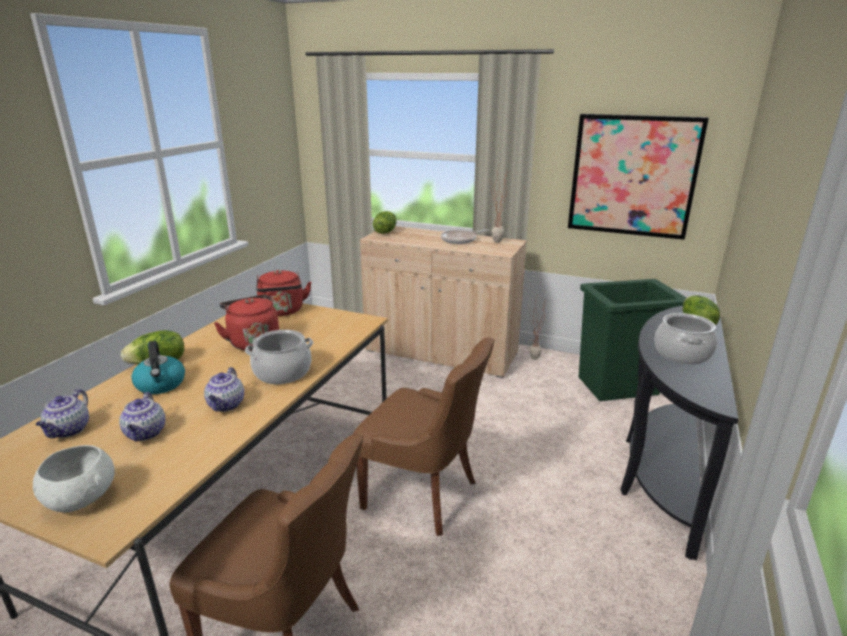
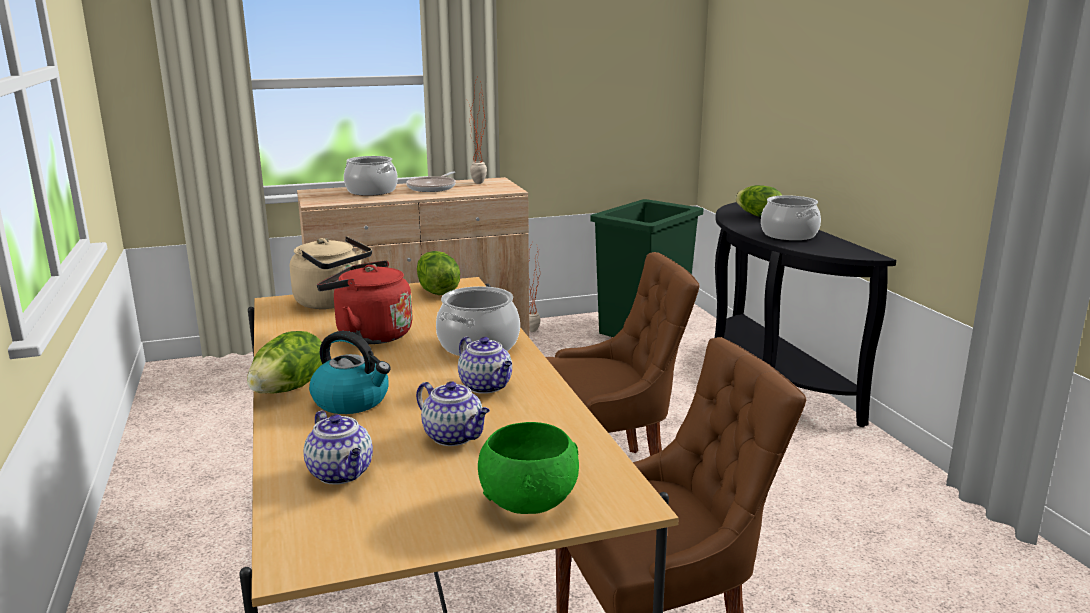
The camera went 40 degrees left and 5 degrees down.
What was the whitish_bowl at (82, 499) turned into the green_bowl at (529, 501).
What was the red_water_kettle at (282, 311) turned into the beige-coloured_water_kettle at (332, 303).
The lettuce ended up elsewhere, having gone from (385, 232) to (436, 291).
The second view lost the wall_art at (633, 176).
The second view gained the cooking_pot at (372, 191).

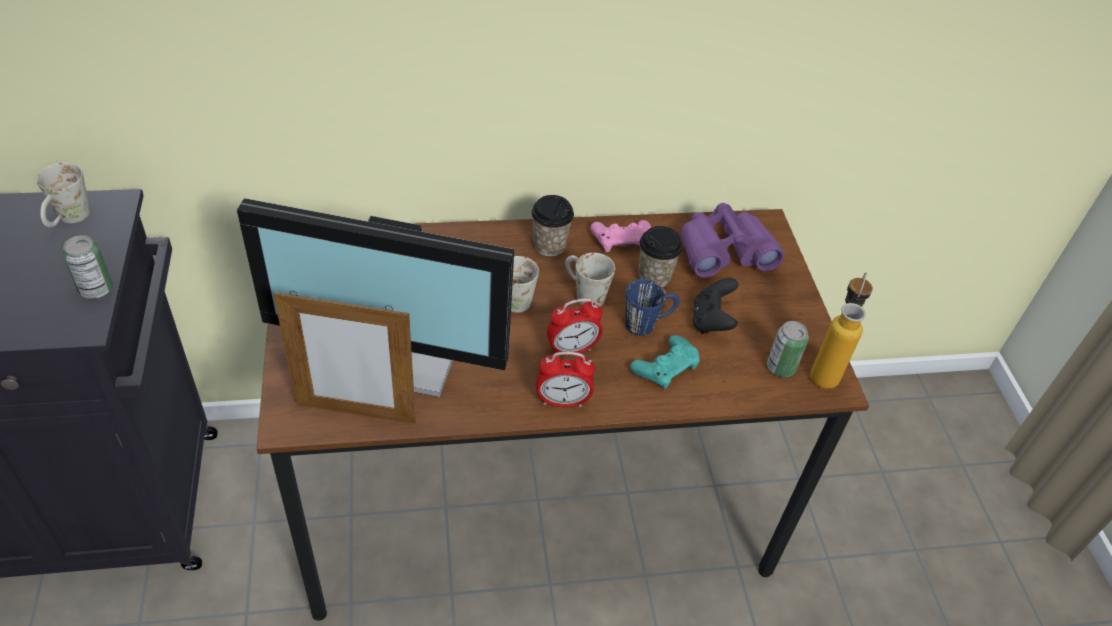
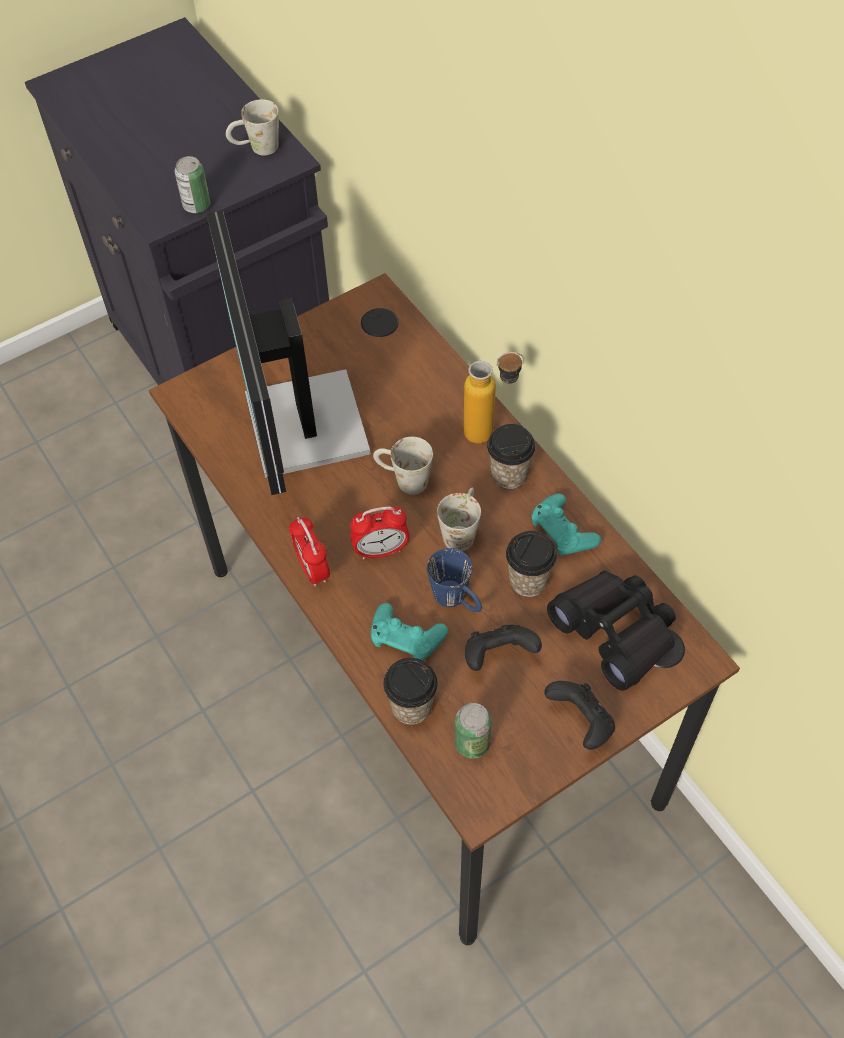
The camera went 70 degrees right and 10 degrees up.
The second view lost the photo_frame at (356, 413).
The table_clock at (572, 349) ended up facing another way, 60 degrees counterclockwise from before.
What was the pink-coloured_joypad at (621, 240) turned into the blue-green_joypad at (563, 531).
What was the purplish_binoculars at (724, 251) turned into the black-coloured_binoculars at (615, 632).
The drink_bottle ended up elsewhere, having gone from (826, 369) to (490, 432).
The second view gained the cup at (411, 706).
The second view gained the black-coloured_joypad at (581, 722).

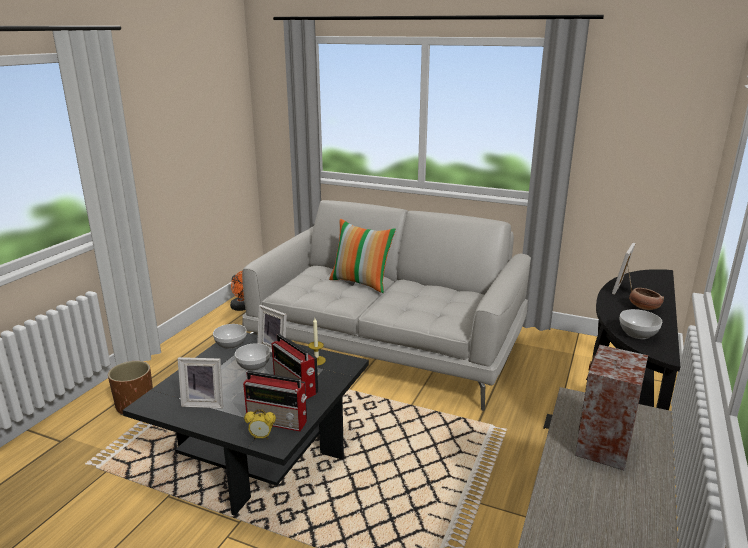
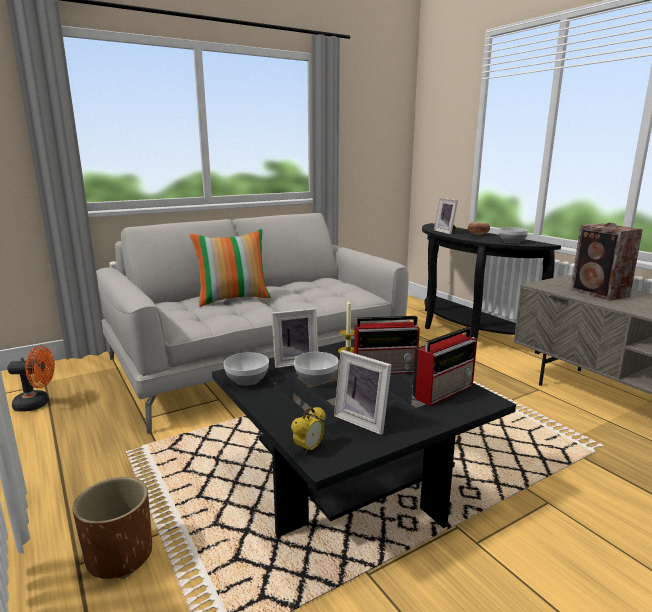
The camera went 55 degrees left and 5 degrees down.
The photo_frame at (204, 402) ended up facing another way, 90 degrees clockwise from before.
The table_clock ended up elsewhere, having gone from (261, 437) to (309, 449).

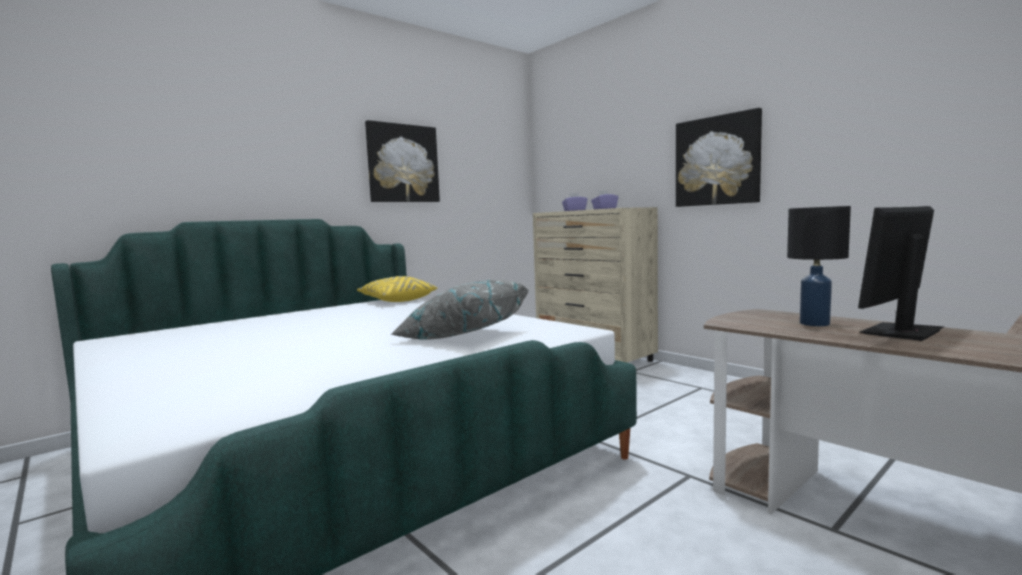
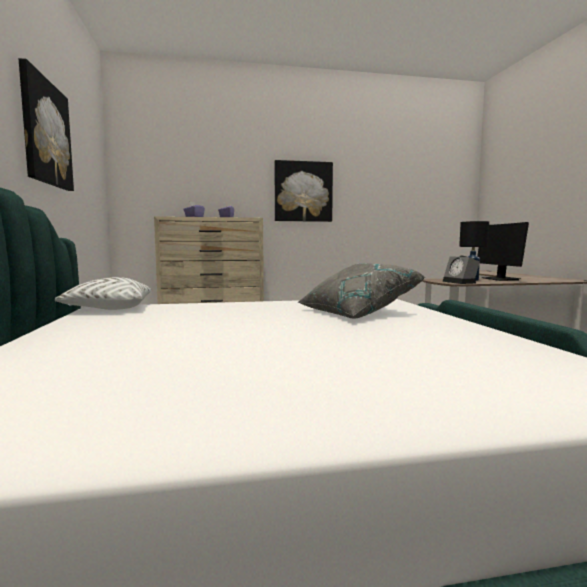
The camera went 60 degrees left and 0 degrees up.
What was the yellow-coloured_cushion at (396, 300) turned into the whitish_cushion at (108, 309).
The second view gained the table_clock at (460, 282).

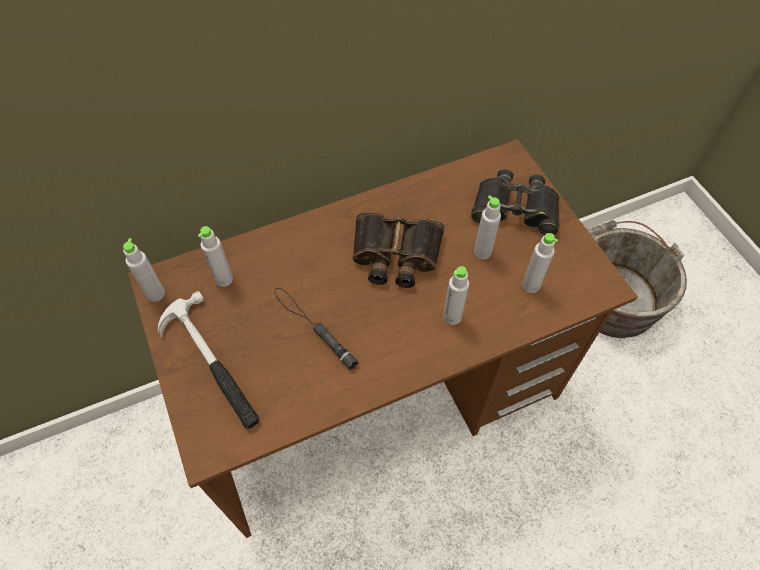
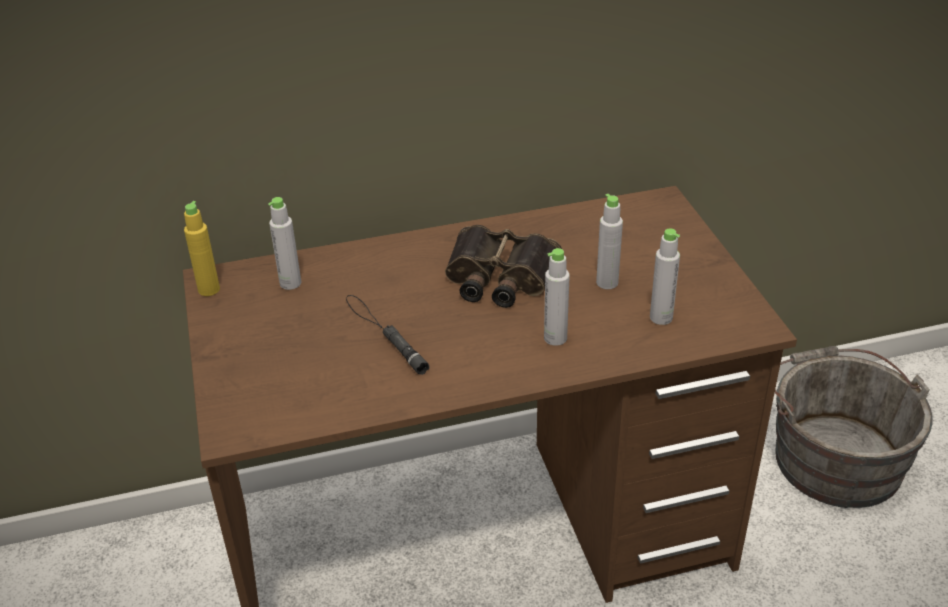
The camera went 10 degrees right and 20 degrees down.
What was the gray_drink_bottle at (155, 294) turned into the yellow-coloured_drink_bottle at (209, 289).
The second view lost the tool_hammer at (212, 364).
The second view lost the black-coloured_binoculars at (515, 209).

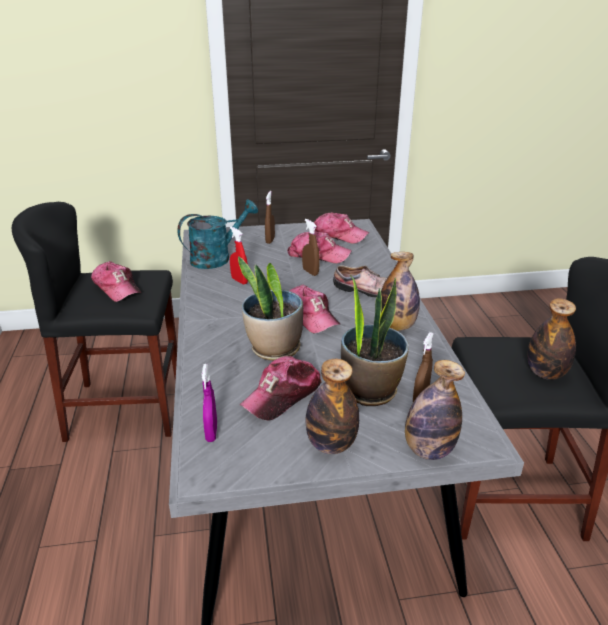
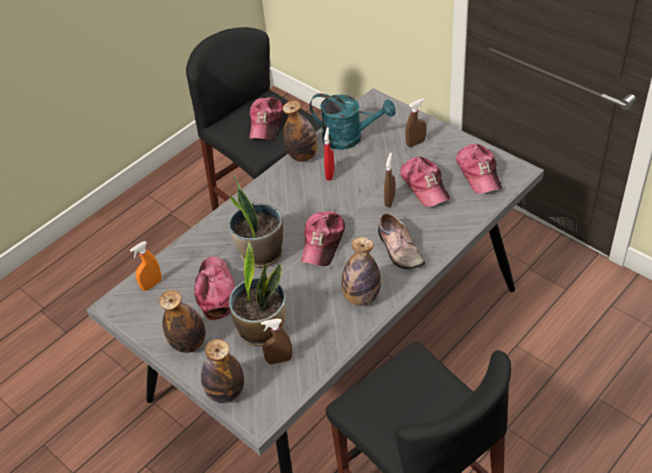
The camera went 55 degrees right and 15 degrees up.
What was the purplish_spray_bottle at (211, 432) turned into the orange-coloured_spray_bottle at (151, 284).
The cap at (283, 395) ended up facing another way, 75 degrees clockwise from before.
The drink_bottle ended up elsewhere, having gone from (545, 373) to (302, 156).

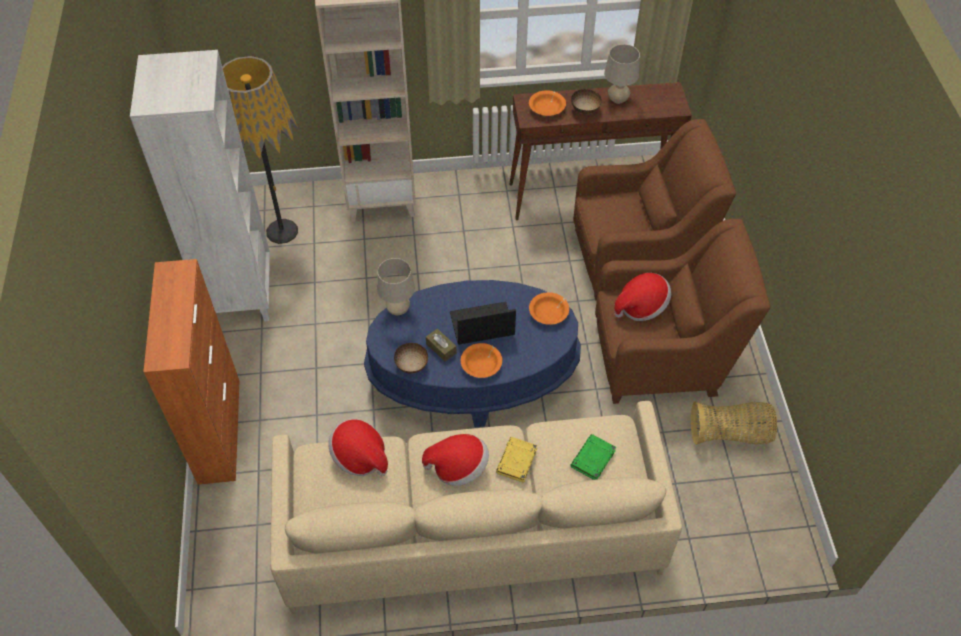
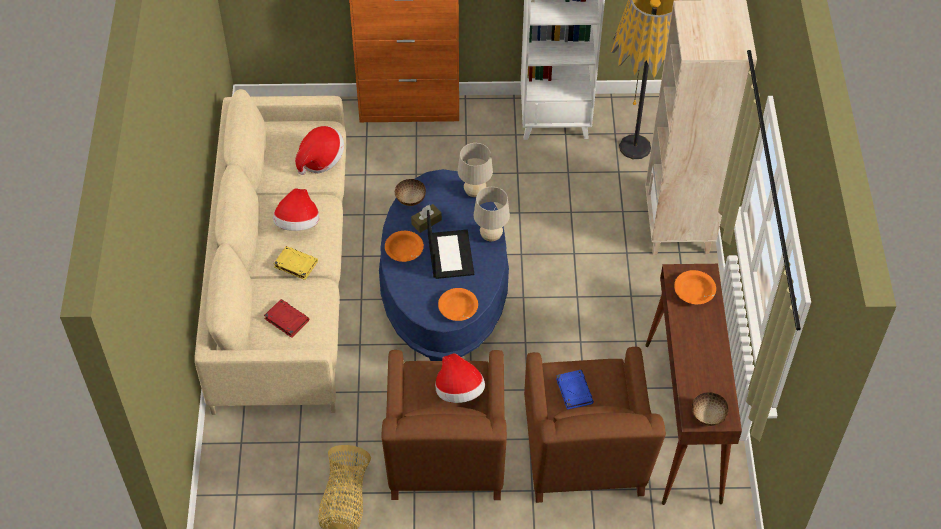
The camera went 95 degrees right and 0 degrees up.
The bowl ended up elsewhere, having gone from (585, 110) to (707, 416).
What was the green_book at (593, 459) turned into the red_book at (286, 320).
The beige-coloured_lamp_for_a_table ended up elsewhere, having gone from (618, 99) to (491, 236).
The second view gained the blue_book at (574, 391).

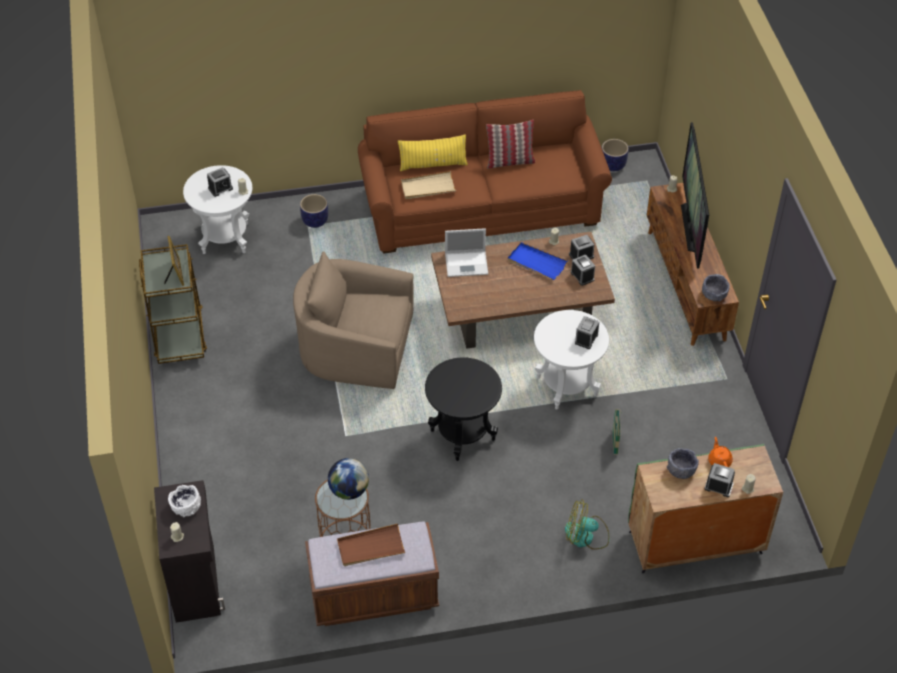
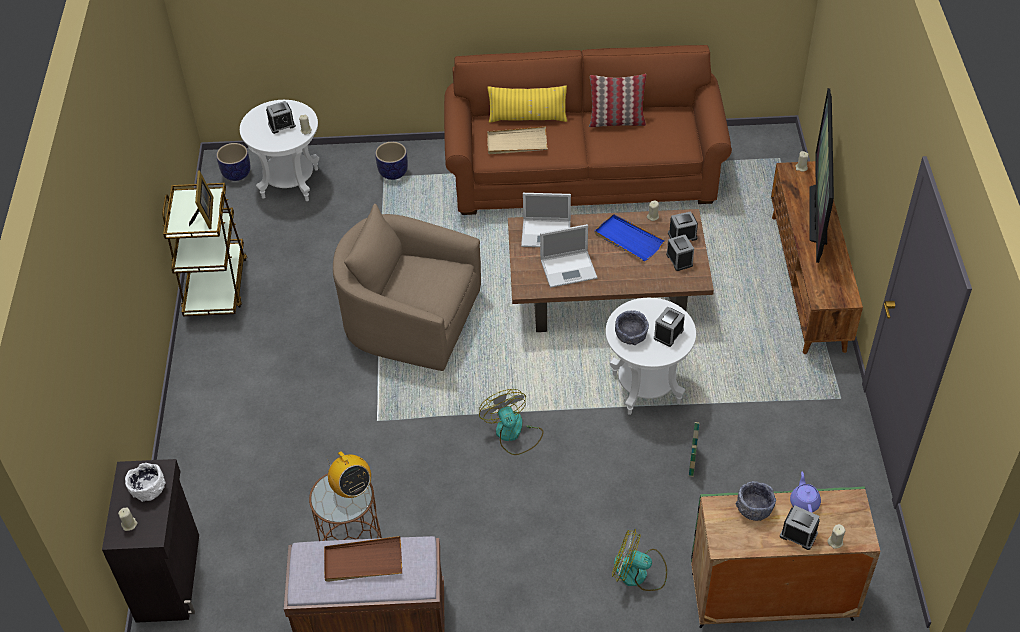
The camera went 10 degrees right and 0 degrees up.
Where the desk_globe stood at (349, 490), the radio came to stand at (351, 489).
Where the black-coloured_side_table stood at (462, 435), the fan came to stand at (513, 434).
The plant_pot ended up elsewhere, having gone from (613, 165) to (237, 173).
The gray_bowl ended up elsewhere, having gone from (714, 294) to (631, 335).
What was the orange-coloured_tea_pot at (719, 461) turned into the purplish_tea_pot at (804, 502).
The second view gained the laptop at (569, 269).

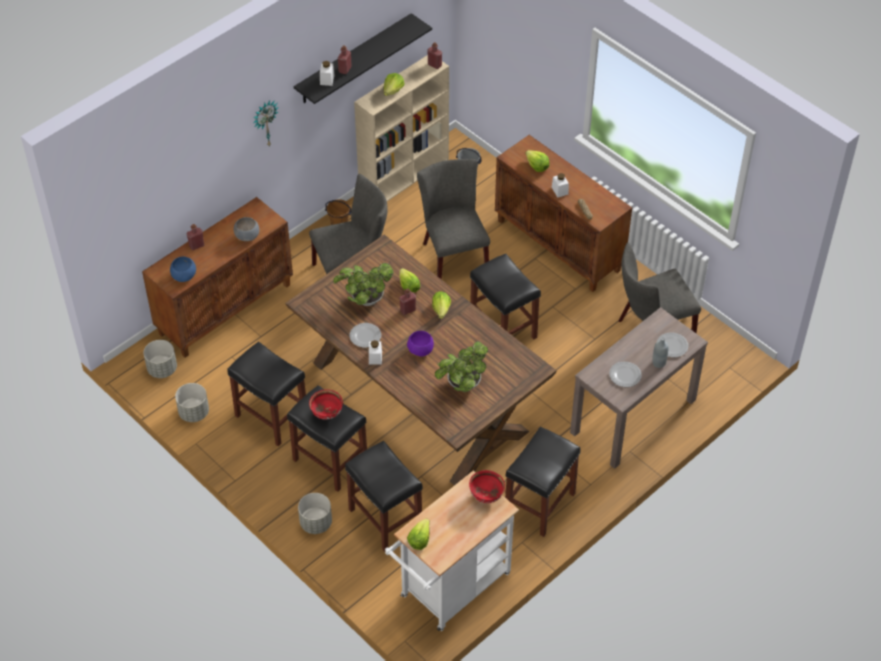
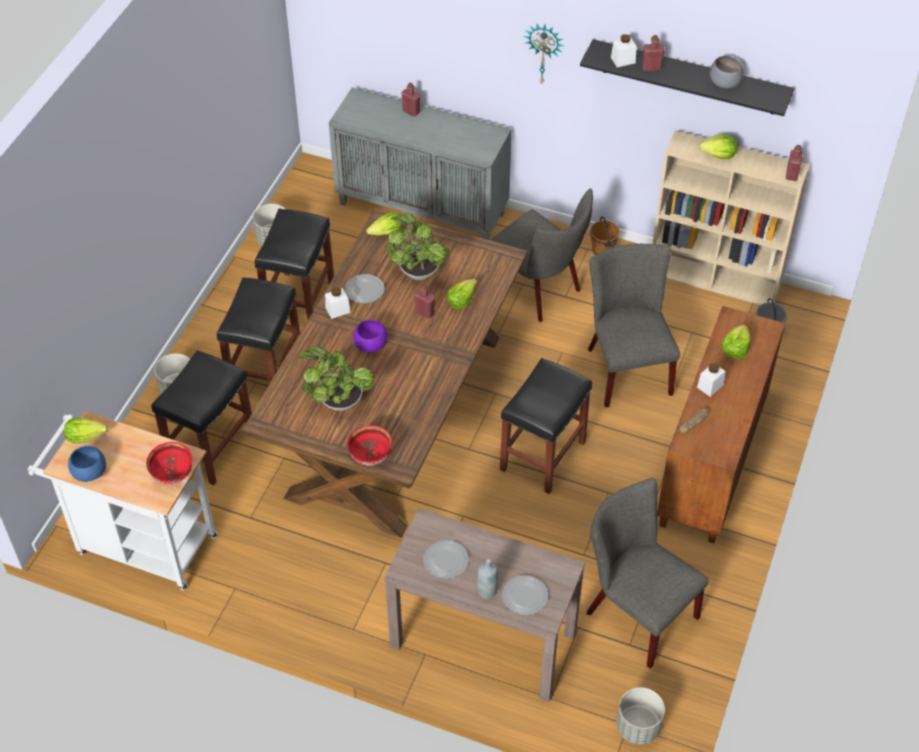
The camera went 65 degrees right and 0 degrees up.
What was the brown-coloured_cupboard at (225, 308) turned into the gray_cupboard at (423, 208).
The gray_plant_pot ended up elsewhere, having gone from (162, 369) to (637, 727).
The blue_bowl ended up elsewhere, having gone from (183, 276) to (89, 472).
The gray_bowl ended up elsewhere, having gone from (248, 236) to (725, 83).
The red_bowl ended up elsewhere, having gone from (326, 414) to (370, 458).
The gray_plain_chair at (452, 254) ended up facing another way, 60 degrees counterclockwise from before.
The lettuce ended up elsewhere, having gone from (441, 309) to (386, 233).
The second view lost the black-coloured_stool at (539, 505).

